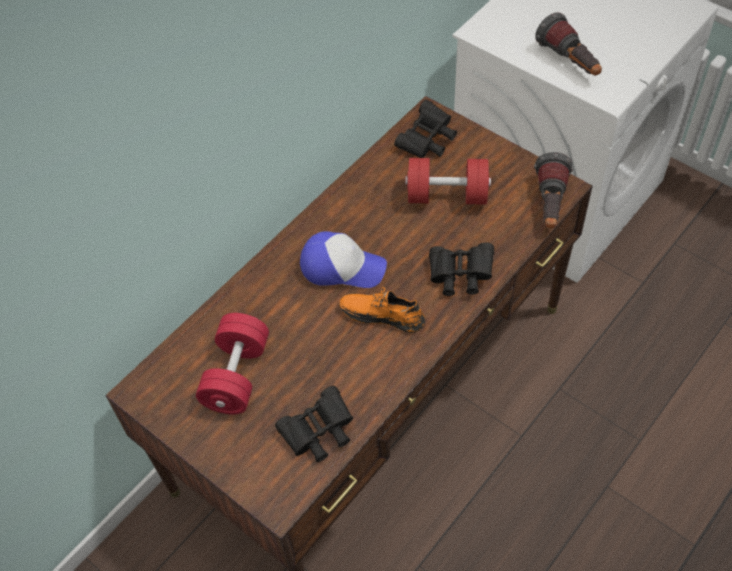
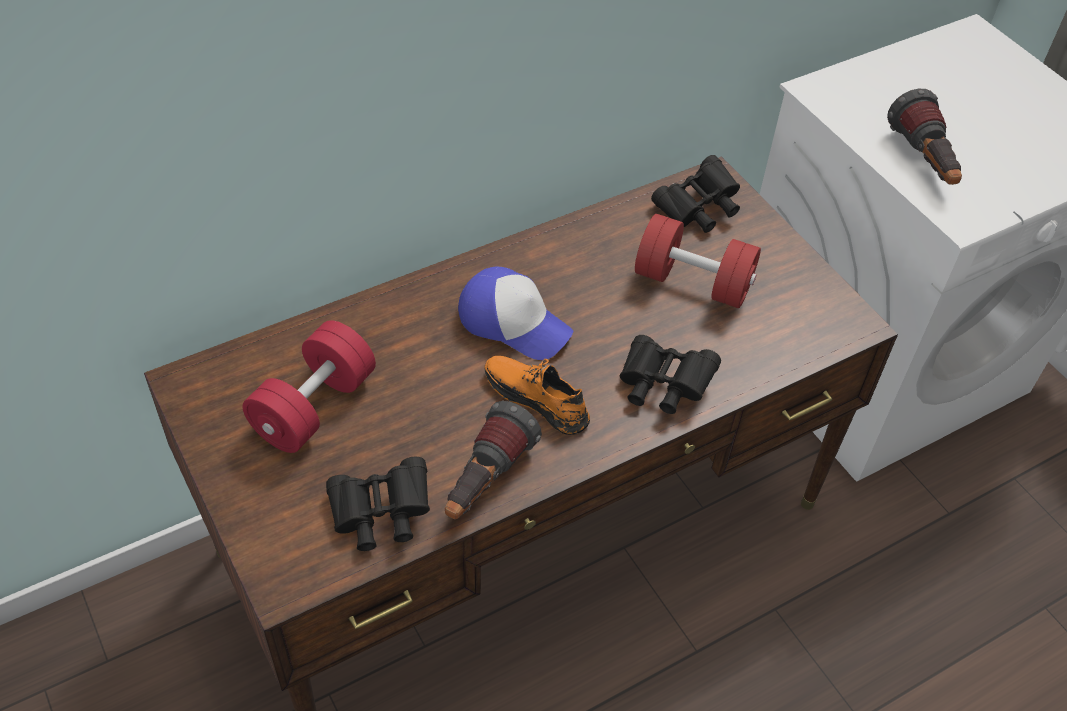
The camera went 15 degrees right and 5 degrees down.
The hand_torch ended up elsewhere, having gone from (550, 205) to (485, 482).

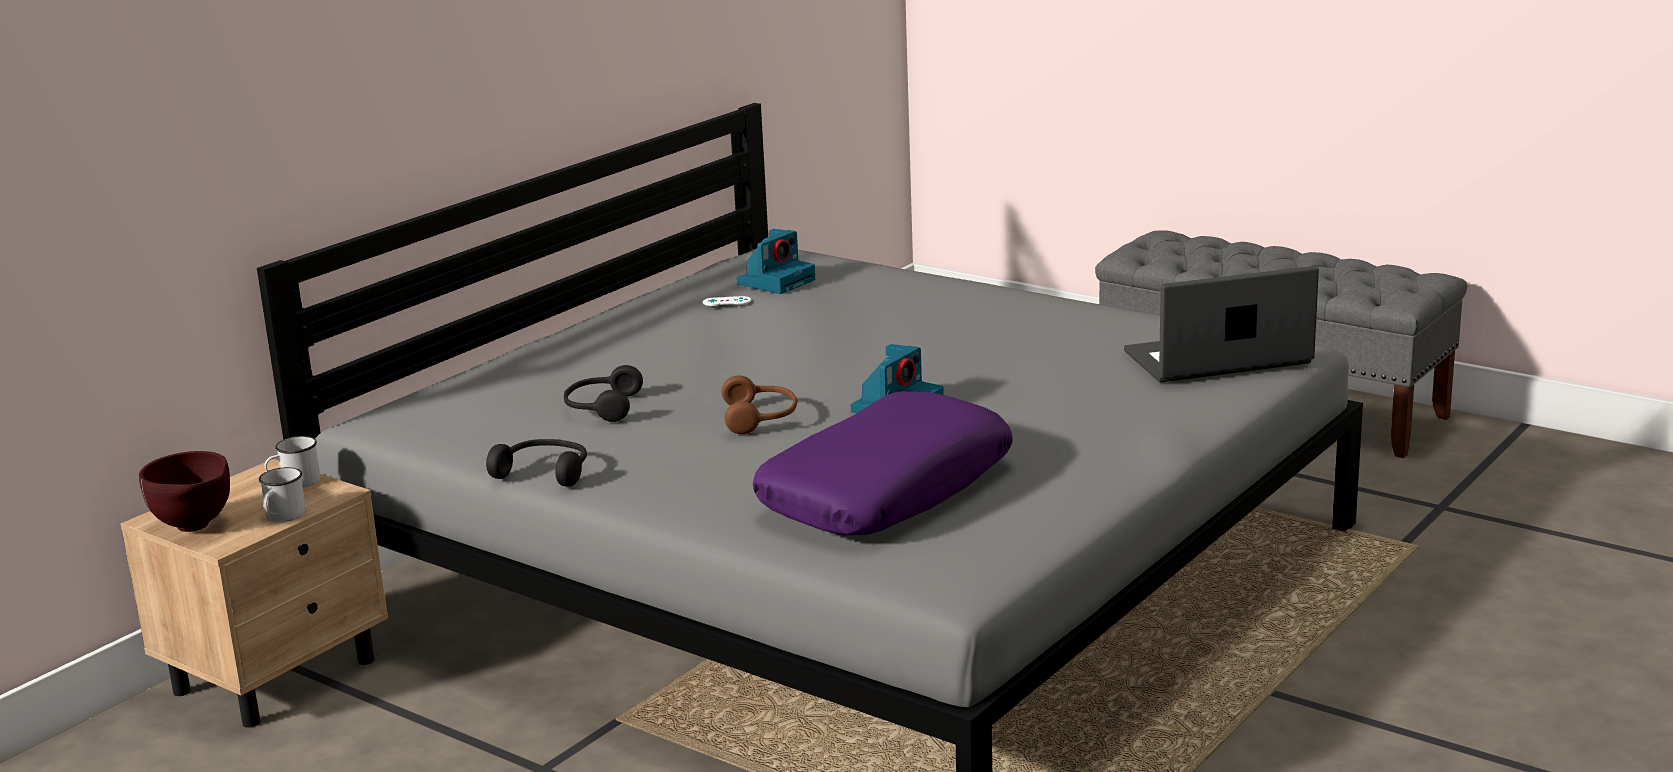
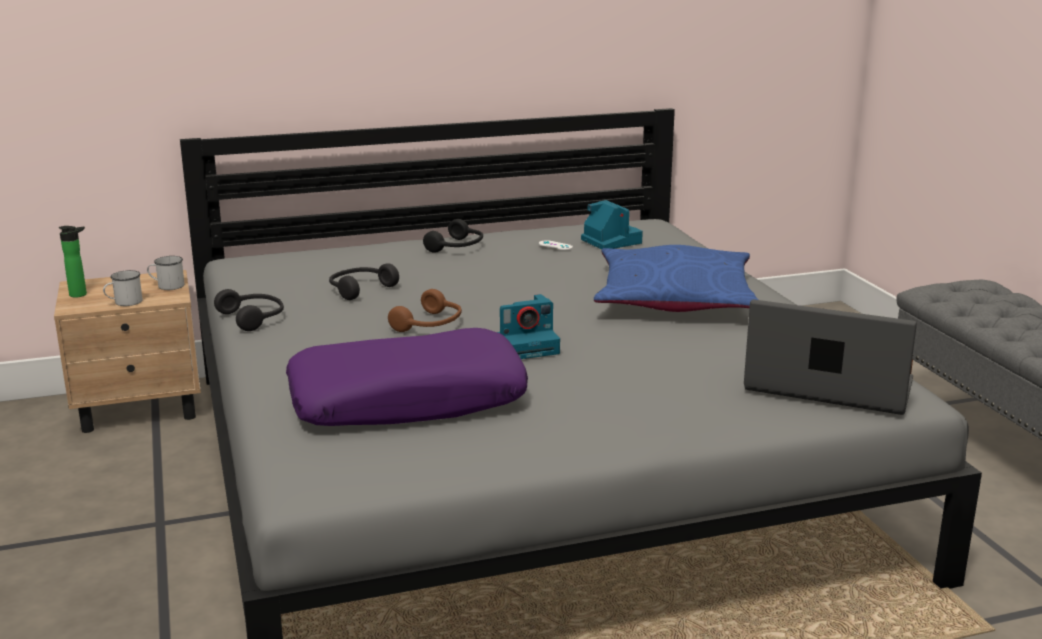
The camera went 35 degrees right and 0 degrees up.
Where the brown-coloured_bowl stood at (195, 527), the drink_bottle came to stand at (81, 294).
The still_camera at (776, 281) ended up facing another way, 105 degrees counterclockwise from before.
The second view gained the black-coloured_headset at (457, 247).
The second view gained the blue_cushion at (674, 299).

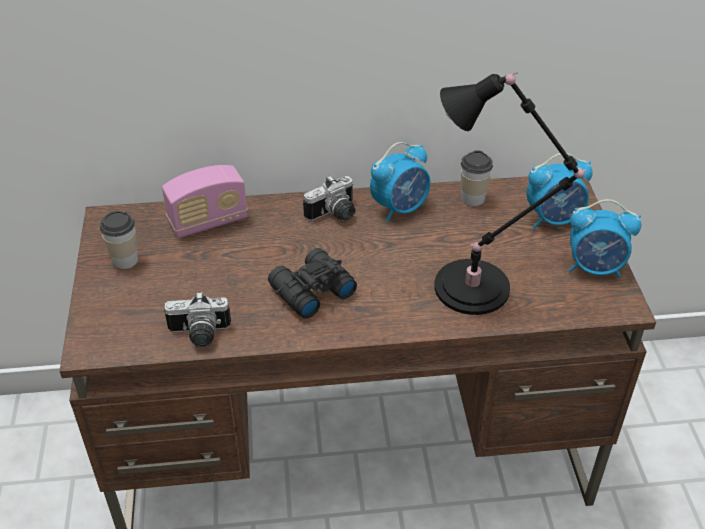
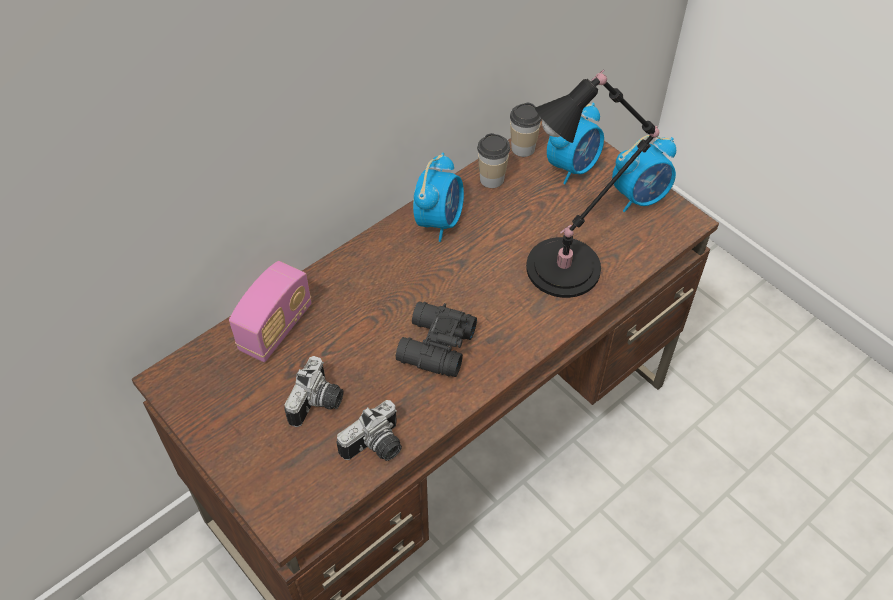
The camera went 35 degrees left and 10 degrees up.
The cup ended up elsewhere, having gone from (125, 260) to (523, 148).
The still_camera ended up elsewhere, having gone from (334, 215) to (319, 404).

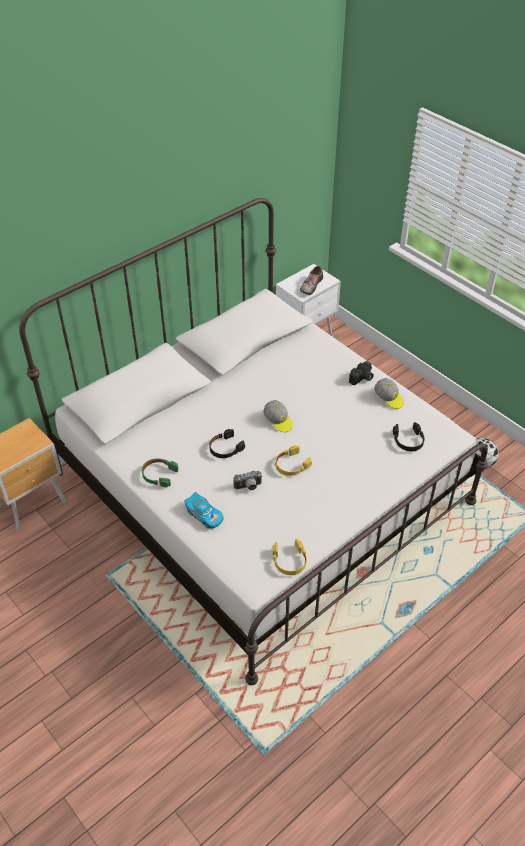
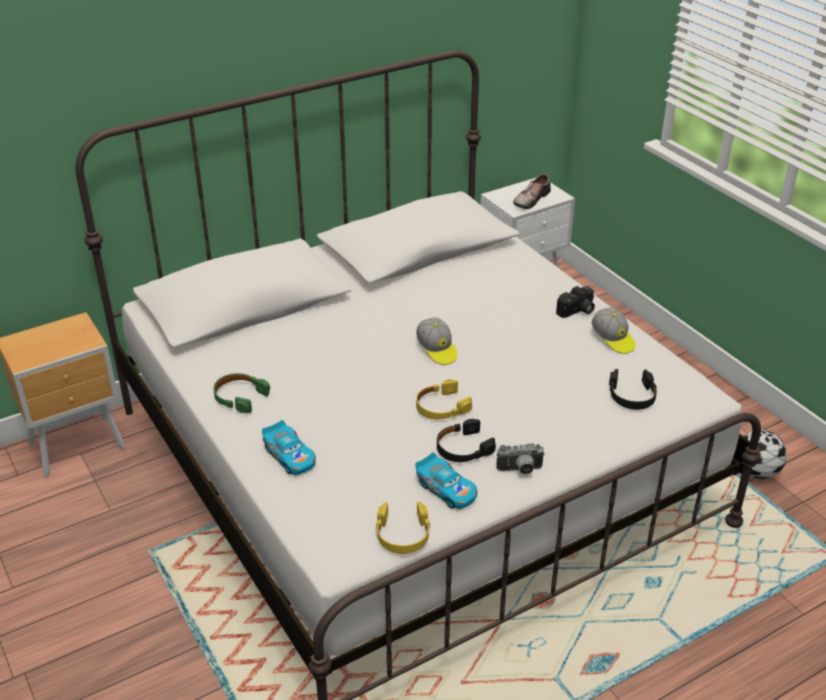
The camera went 10 degrees right and 10 degrees down.
The black-coloured_headset ended up elsewhere, having gone from (225, 448) to (463, 448).
The still_camera ended up elsewhere, having gone from (248, 487) to (520, 470).
The second view gained the miniature_car at (446, 489).

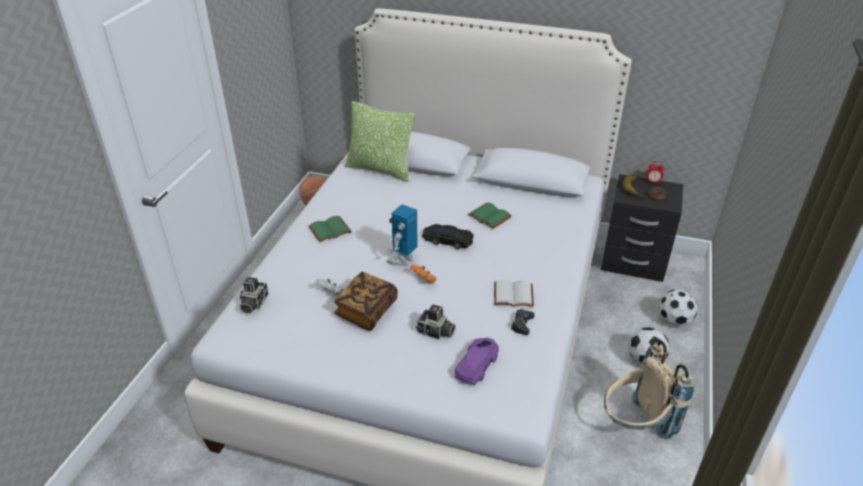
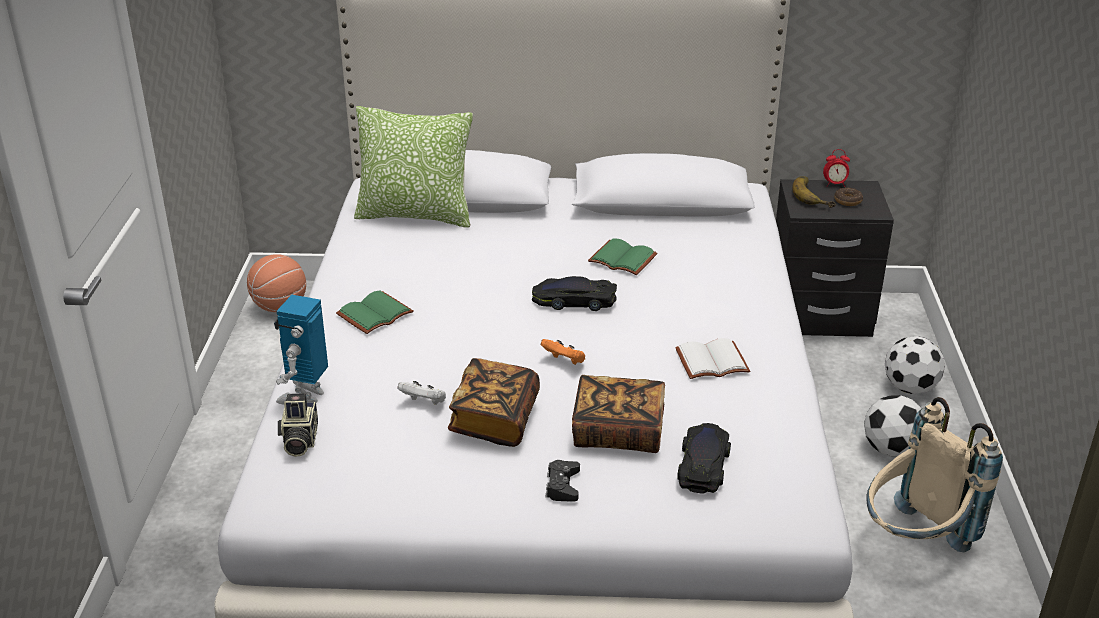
The camera went 15 degrees left and 5 degrees down.
The model_robot ended up elsewhere, having gone from (403, 260) to (305, 395).
Where the still_camera stood at (435, 332), the book came to stand at (618, 432).
What was the purplish_miniature_car at (477, 364) turned into the black-coloured_miniature_car at (703, 464).
The black-coloured_joypad ended up elsewhere, having gone from (522, 324) to (562, 486).

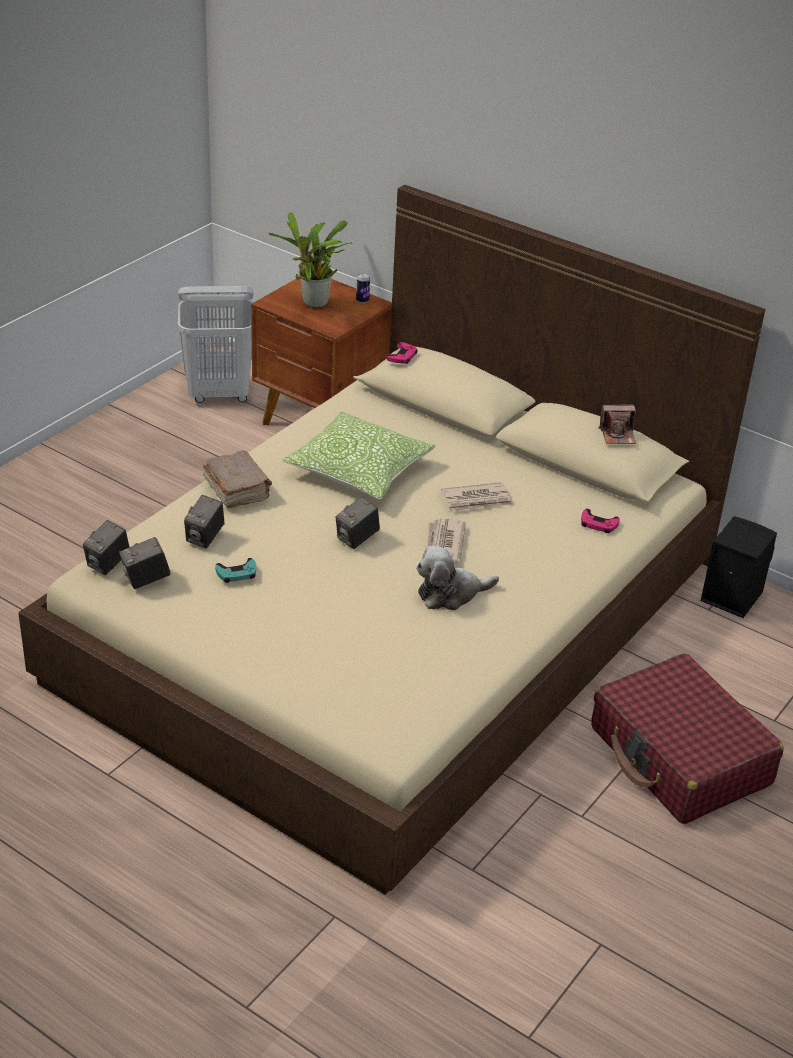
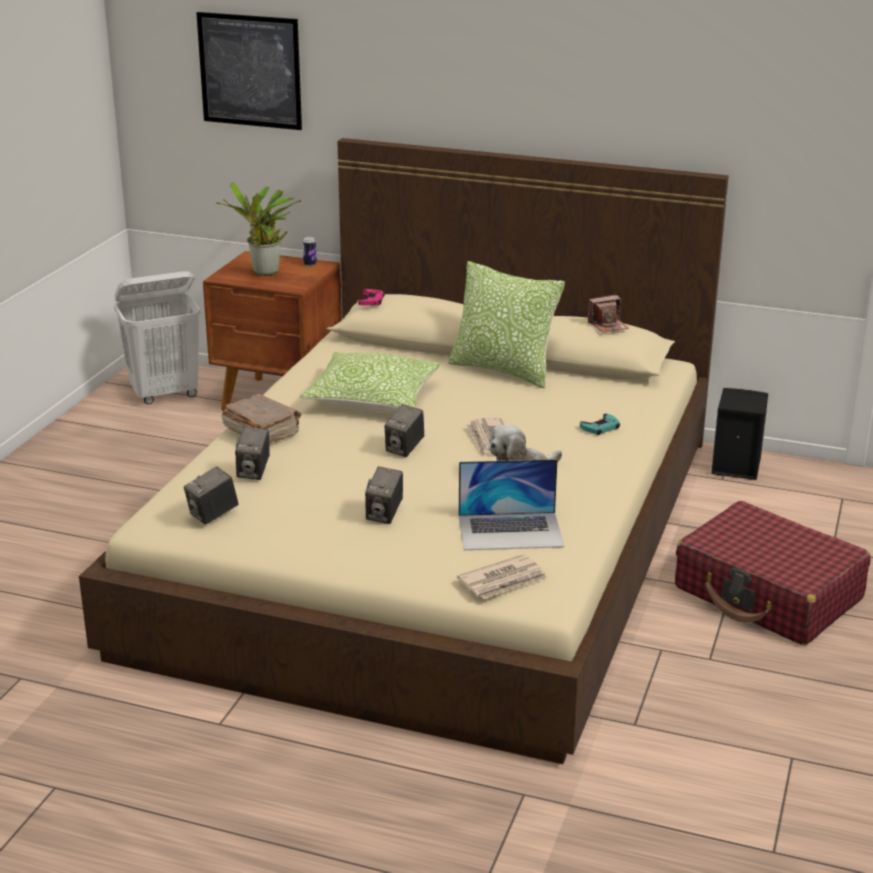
The camera went 15 degrees left and 10 degrees down.
The still_camera ended up elsewhere, having gone from (108, 564) to (384, 515).
The blue-green_joypad ended up elsewhere, having gone from (237, 573) to (600, 428).
The printed_paper ended up elsewhere, having gone from (477, 500) to (504, 581).
The second view lost the pink-coloured_joypad at (598, 524).
The second view gained the wall_art at (250, 71).
The second view gained the cushion at (503, 370).
The second view gained the laptop at (510, 531).

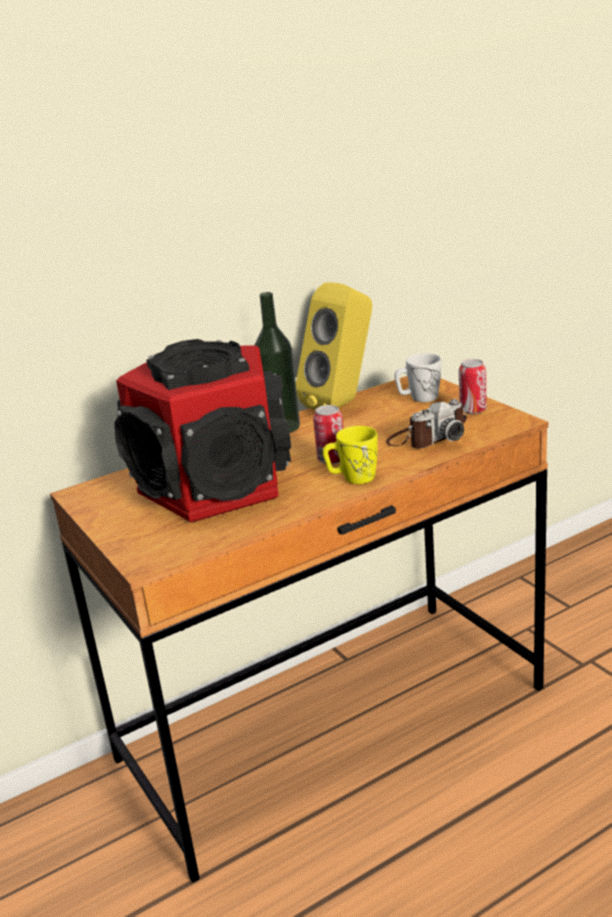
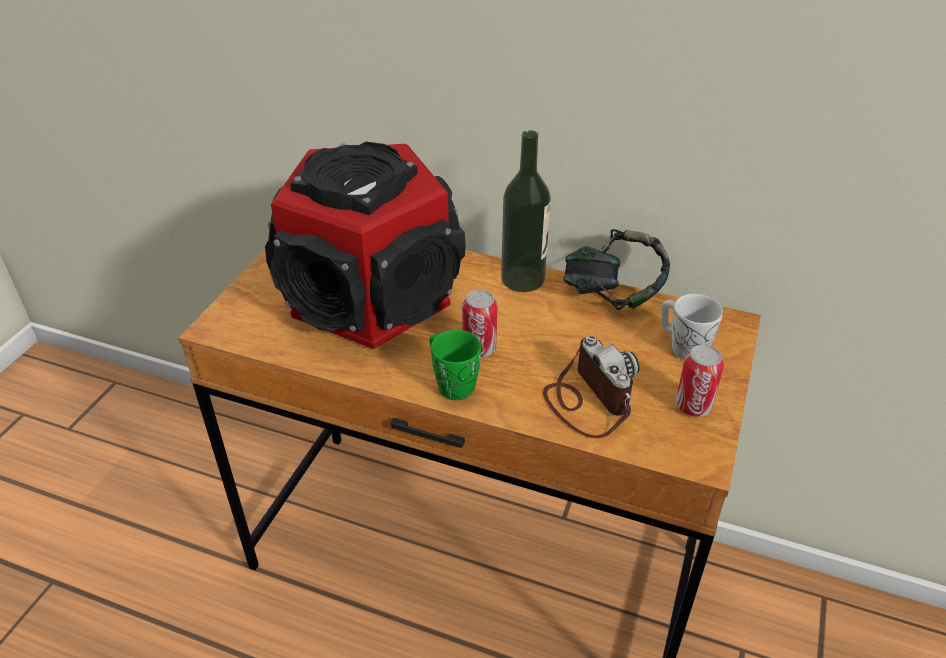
The camera went 50 degrees right and 15 degrees up.
Where the yellow-coloured_loudspeaker stood at (343, 404), the headset came to stand at (612, 295).
What was the yellow-coloured_tea_mug at (352, 478) turned into the green_tea_mug at (451, 383).
The still_camera at (427, 438) ended up facing another way, 135 degrees counterclockwise from before.

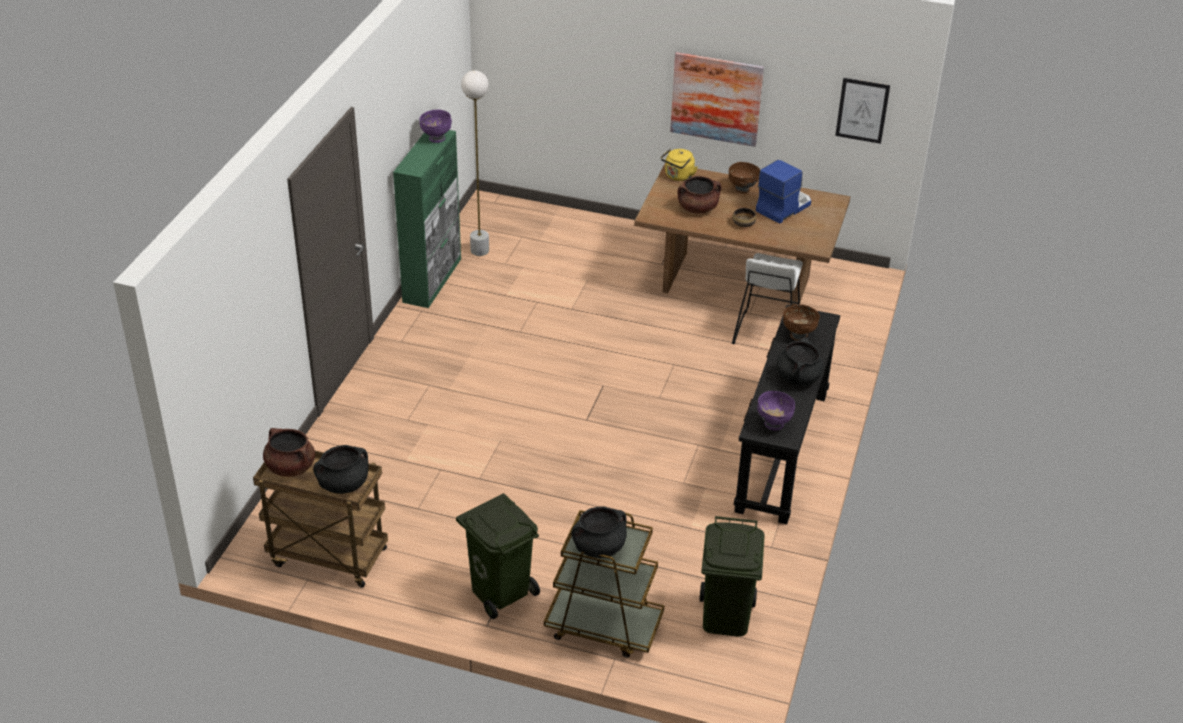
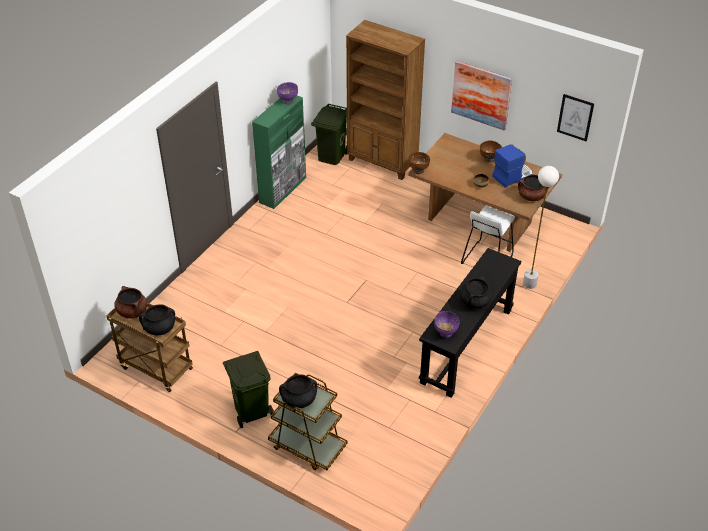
The camera went 15 degrees right and 5 degrees up.
The whitish_standard_lamp ended up elsewhere, having gone from (479, 251) to (529, 284).
The second view lost the yellow-coloured_water_kettle at (678, 176).
The brown-coloured_cooking_pot ended up elsewhere, having gone from (697, 208) to (531, 196).
The green_waste_bin ended up elsewhere, having gone from (725, 616) to (331, 156).
The brown-coloured_bowl ended up elsewhere, having gone from (798, 335) to (418, 170).
The second view gained the brown-coloured_bookshelf at (382, 162).

